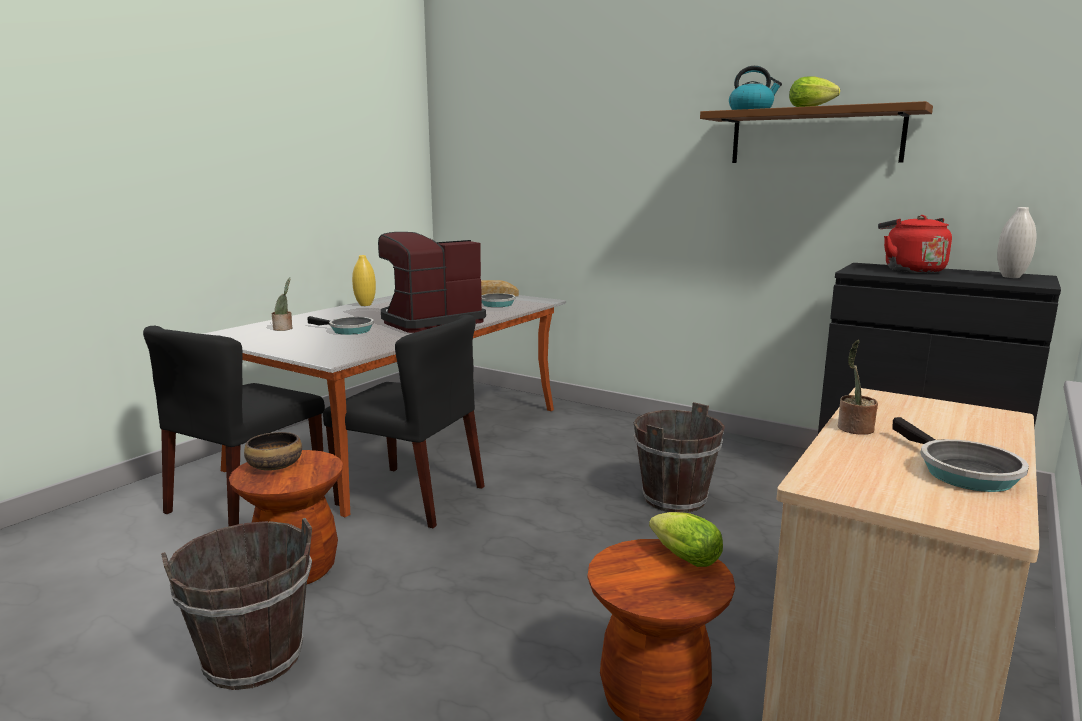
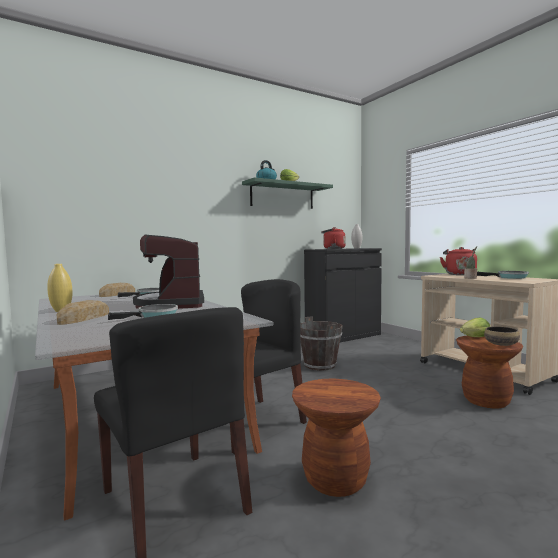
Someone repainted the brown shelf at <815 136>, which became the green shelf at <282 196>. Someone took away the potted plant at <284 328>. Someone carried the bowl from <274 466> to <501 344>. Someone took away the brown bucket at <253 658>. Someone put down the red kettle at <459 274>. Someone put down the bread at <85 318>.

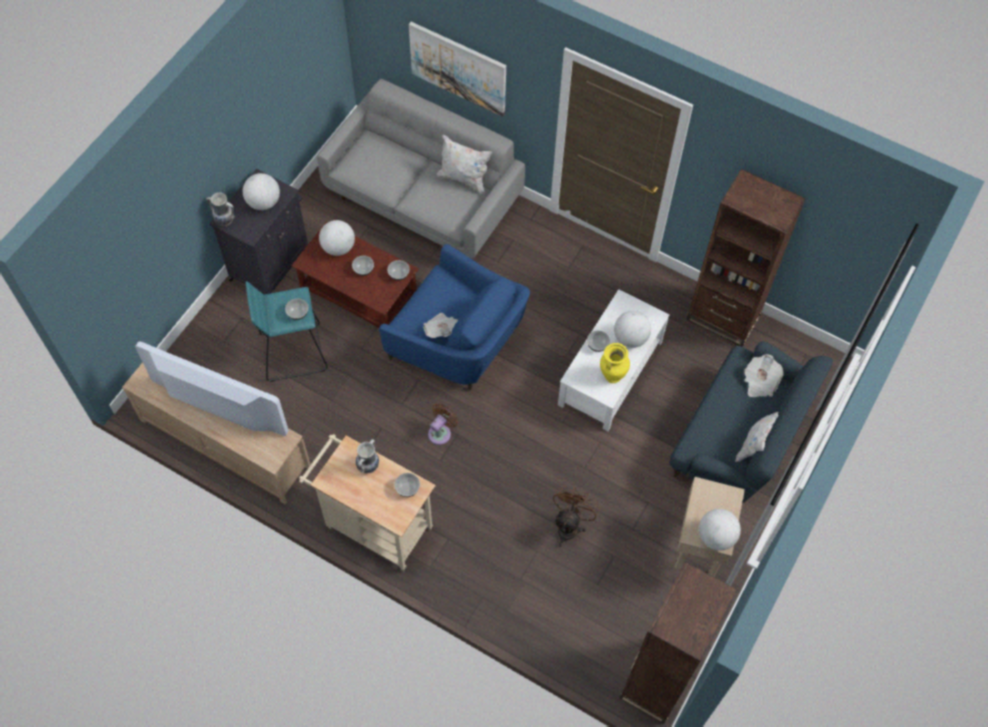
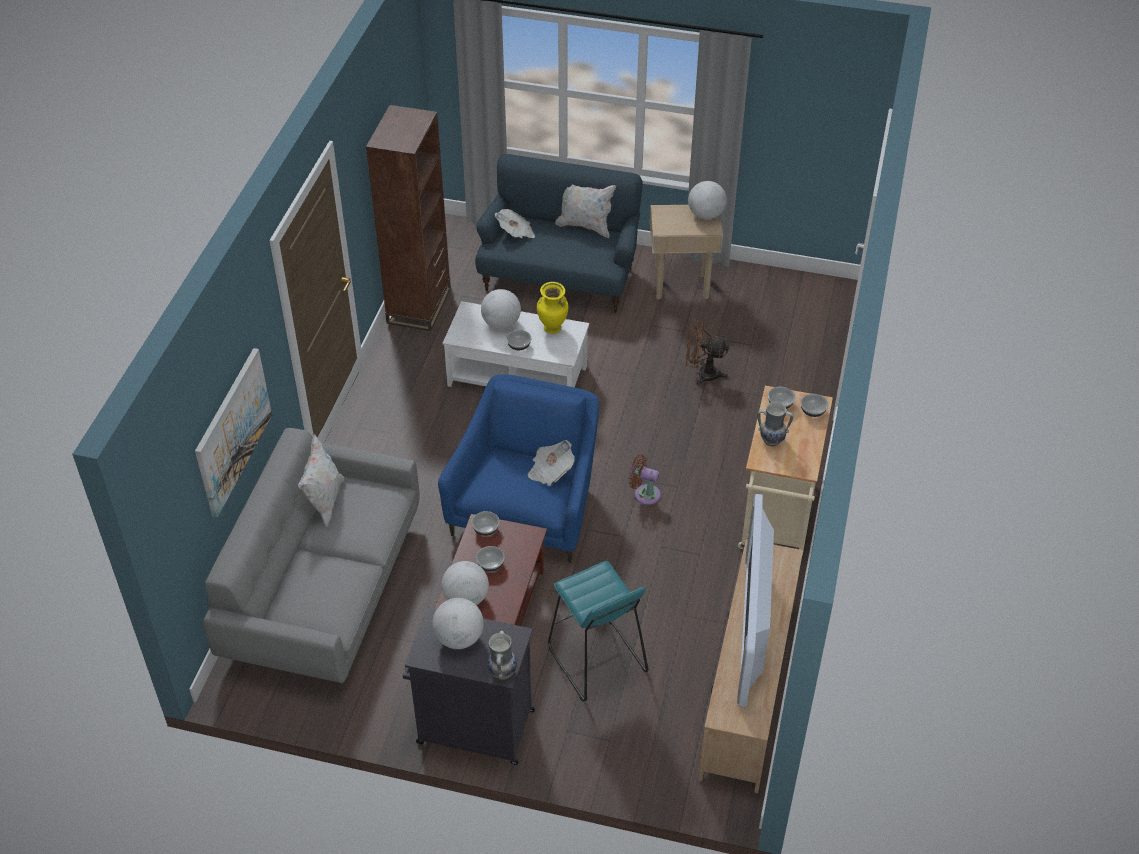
Someone carried the bowl from <297 313> to <813 412>. Someone took away the brown bookcase at <657 680>.

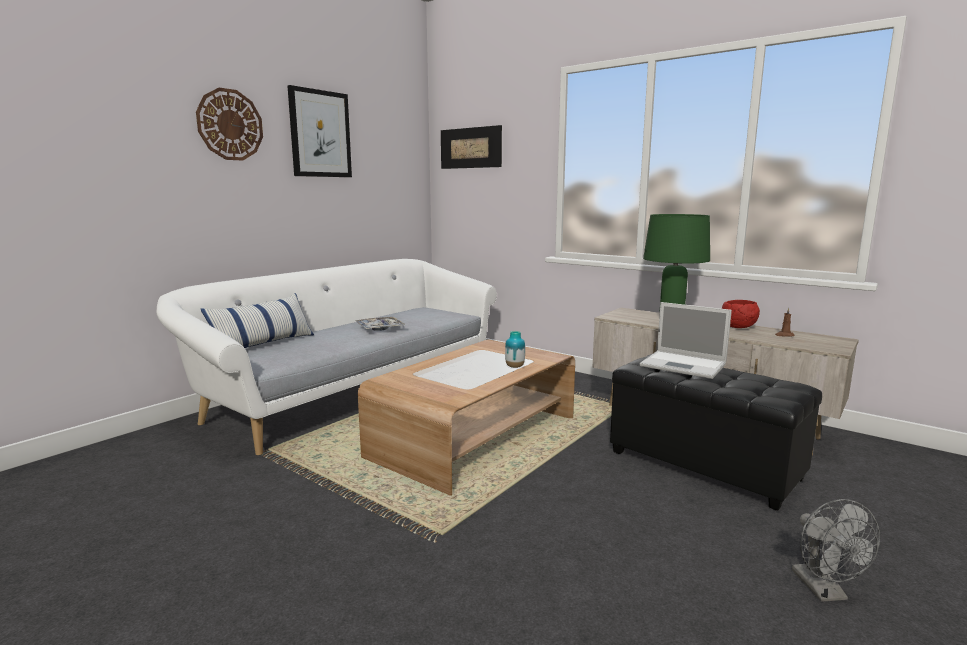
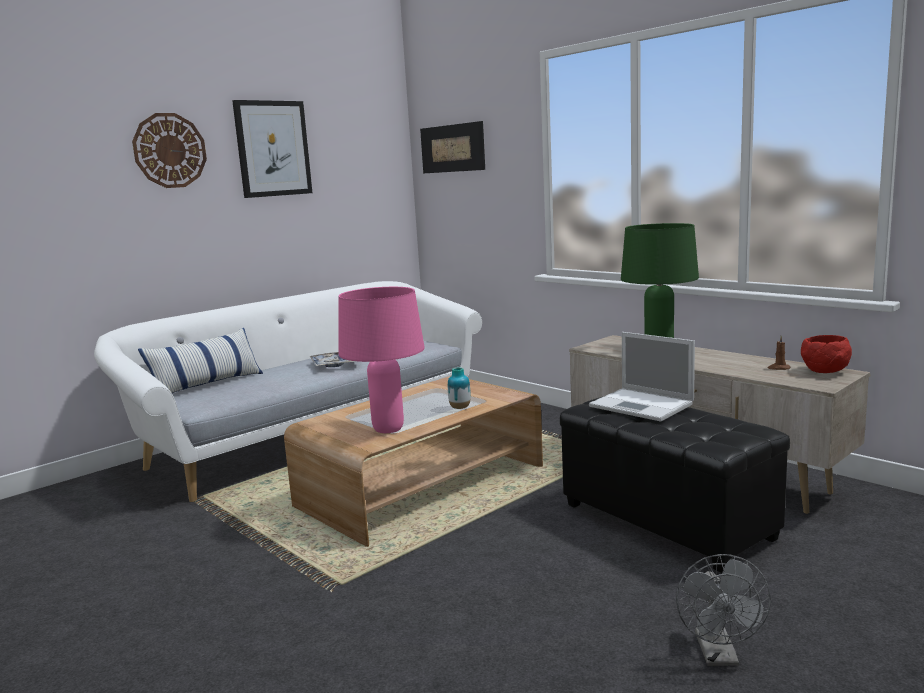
Someone carried the red bowl from <738 327> to <825 371>. Someone put down the pink table lamp at <389 429>.

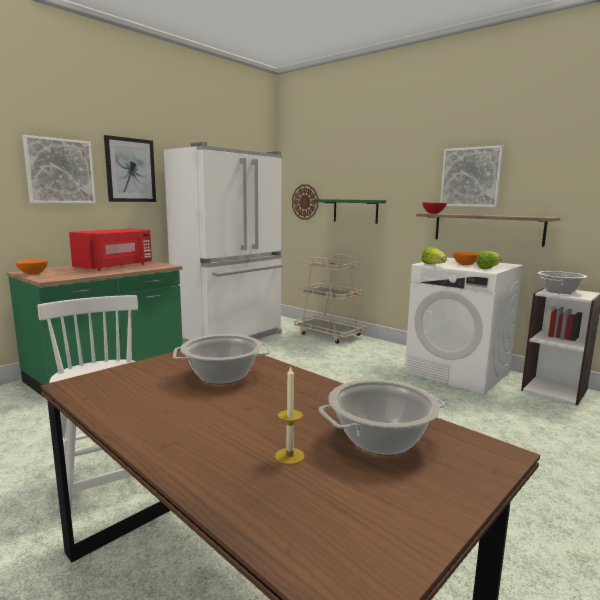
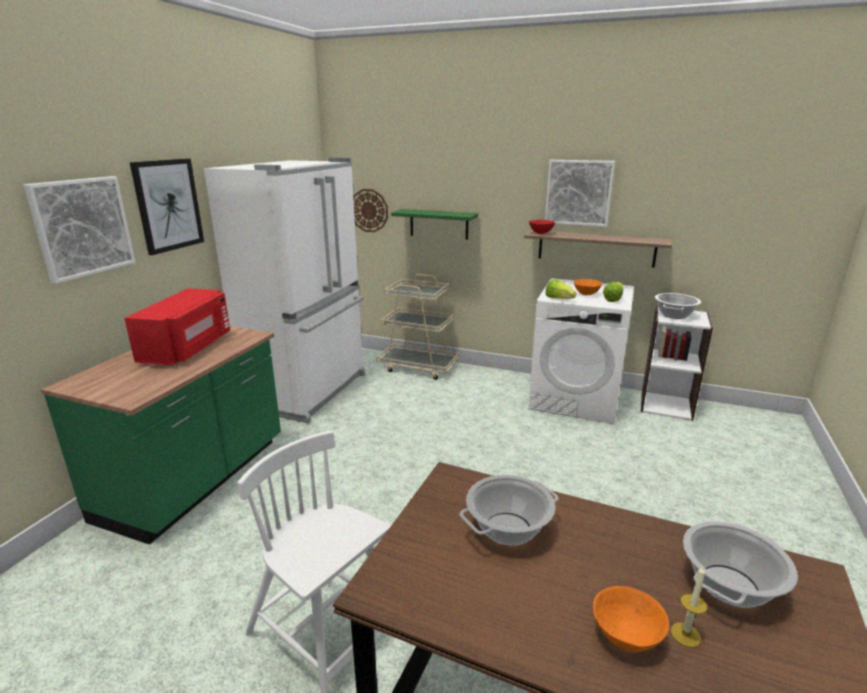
Someone carried the orange bowl from <33 274> to <625 636>.

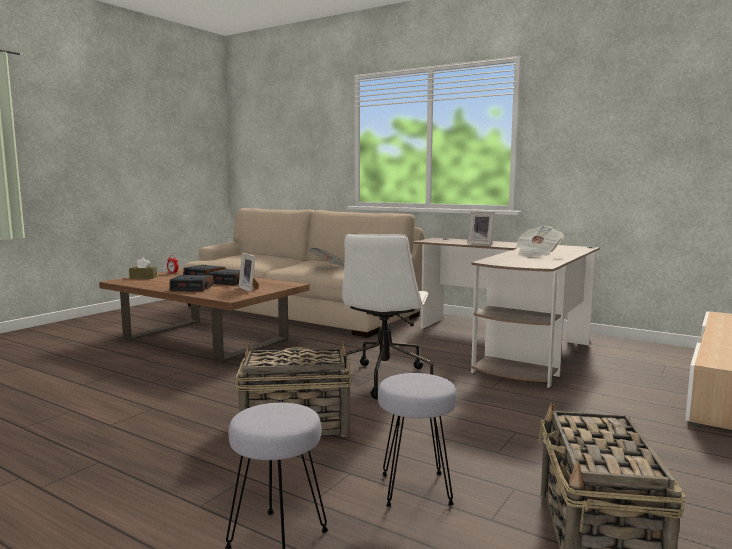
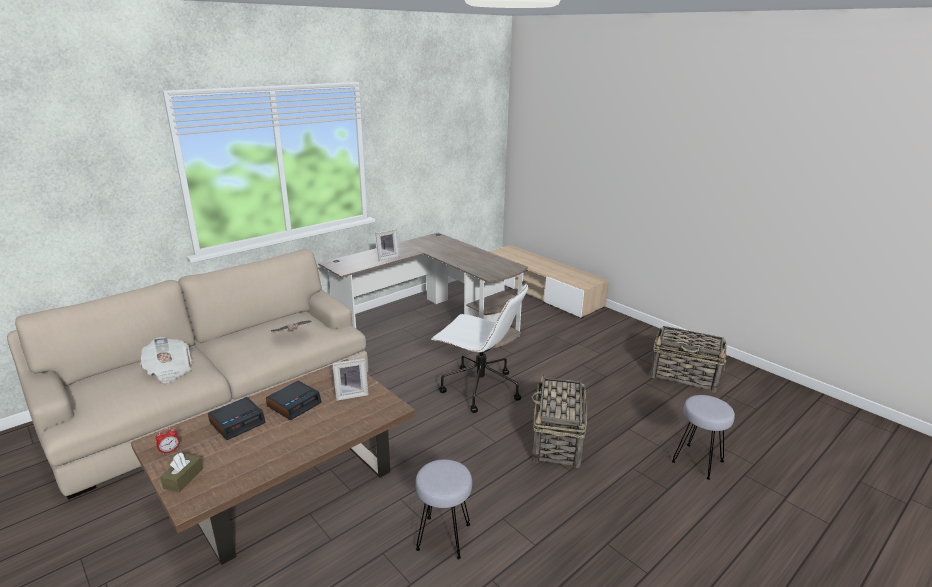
Someone carried the newspaper from <536 255> to <169 371>. Someone took away the alarm clock at <192 288>. Someone carried the grey stool from <415 490> to <444 537>.

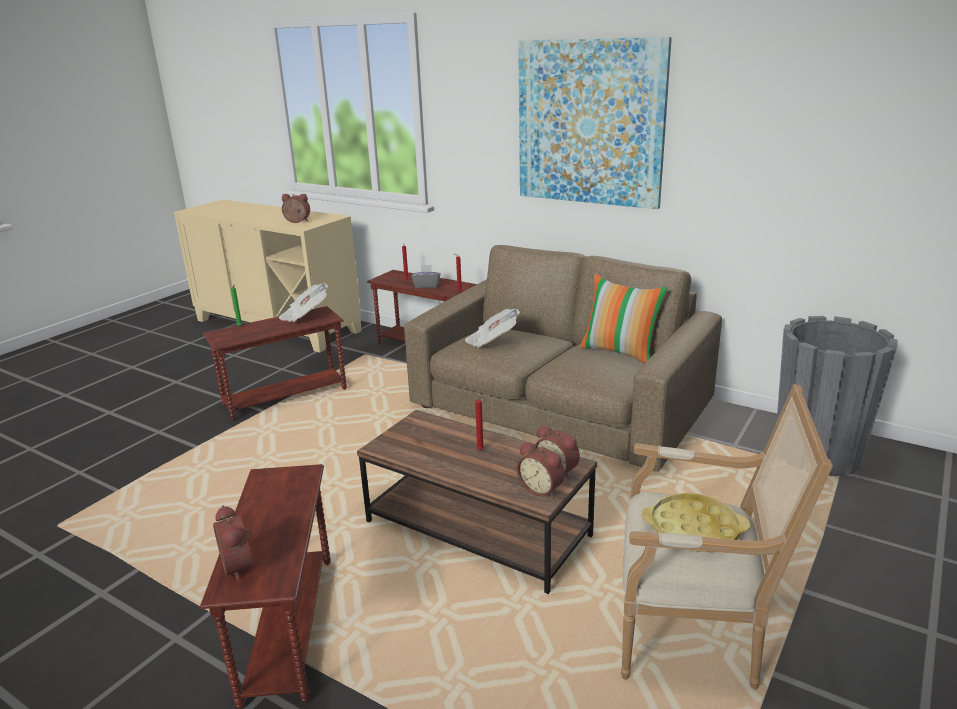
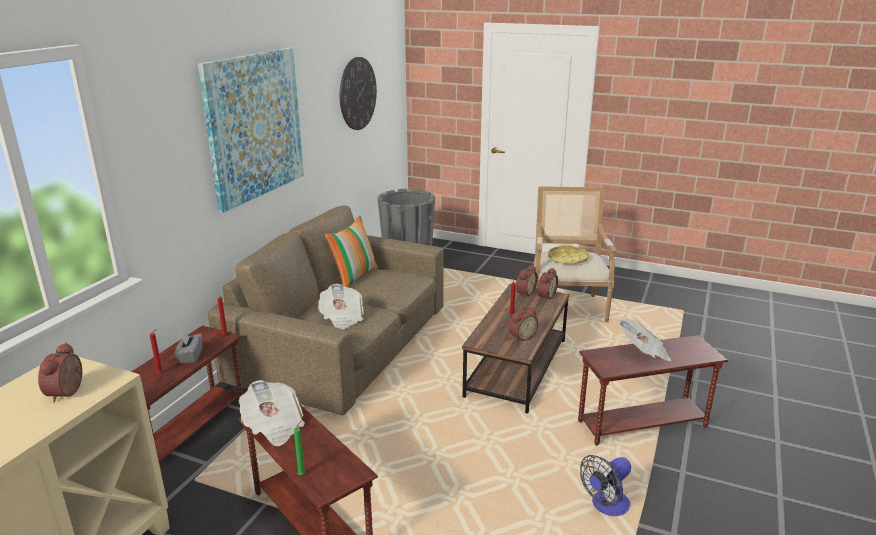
Someone carried the alarm clock from <241 565> to <521 337>. Someone put up the wall clock at <357 93>. Someone put down the newspaper at <643 352>. Someone put down the fan at <606 506>.

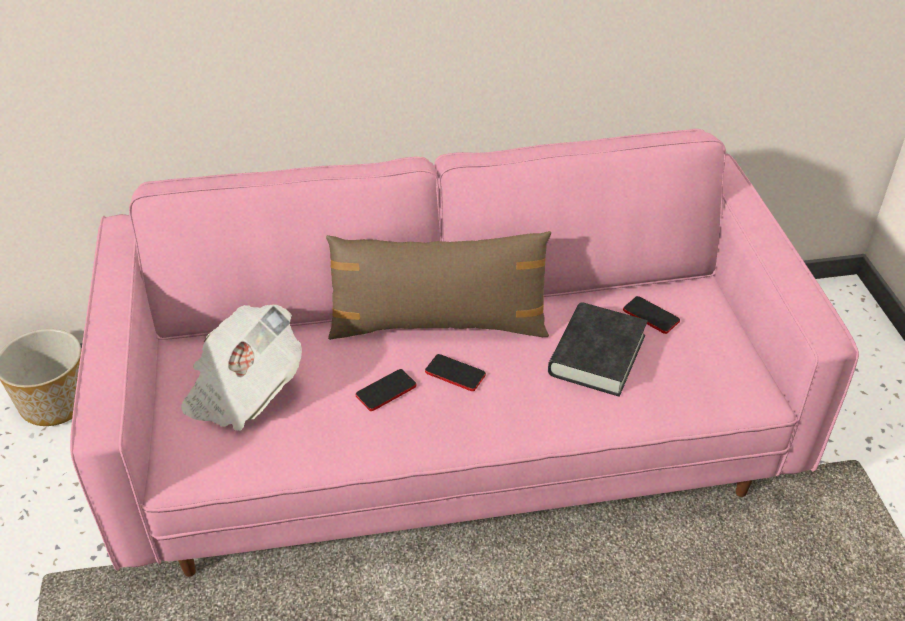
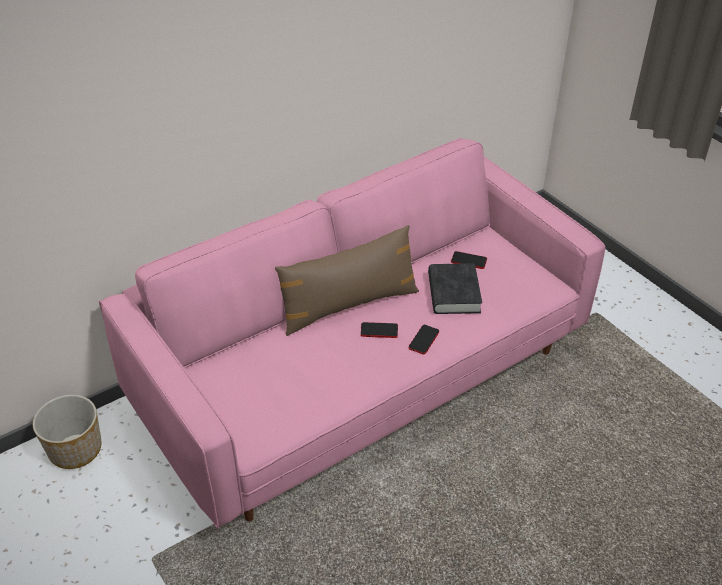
Someone took away the newspaper at <243 390>. Someone carried the phone from <386 391> to <424 340>.

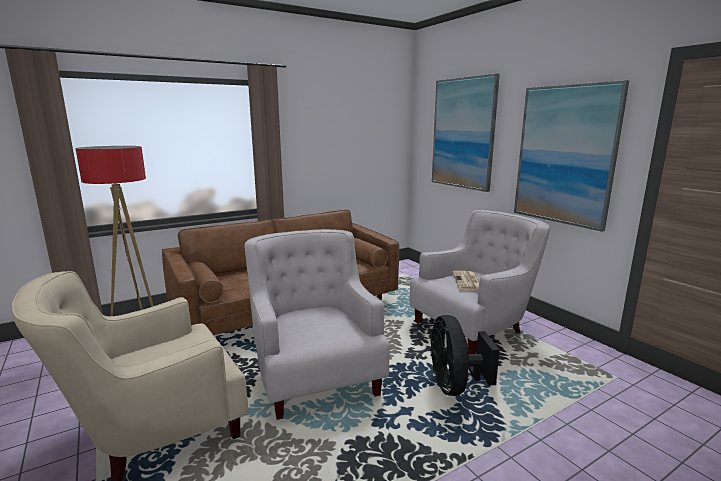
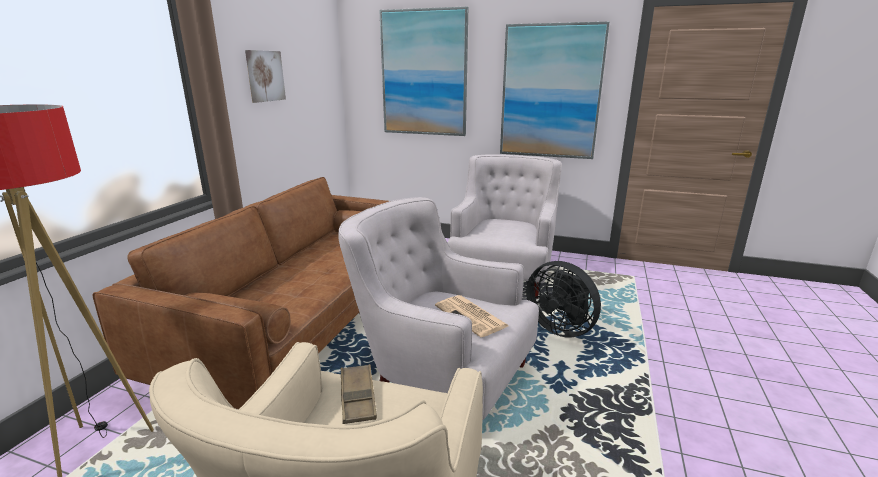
Someone carried the newspaper from <468 281> to <472 316>. Someone put up the picture at <264 76>. Someone put down the brown tray at <358 397>.

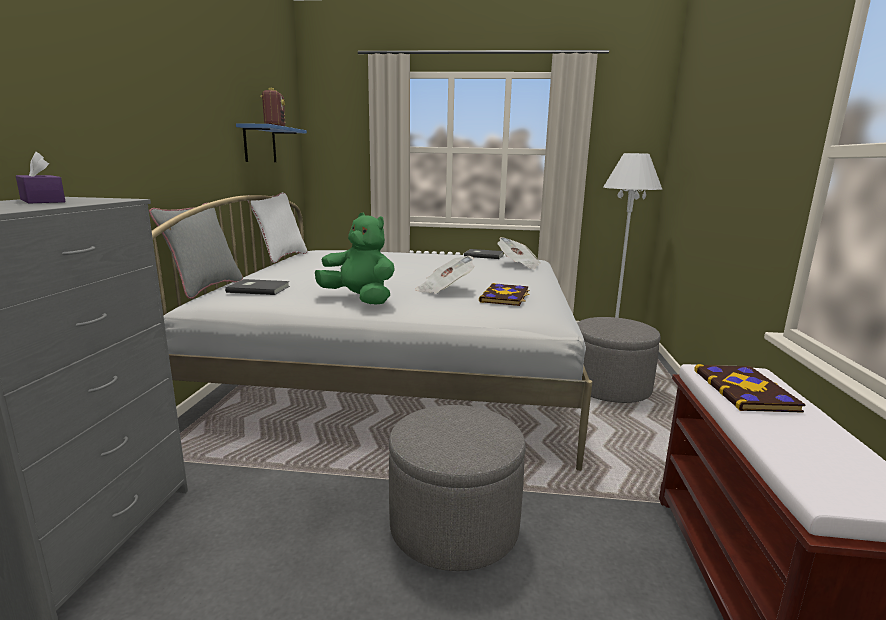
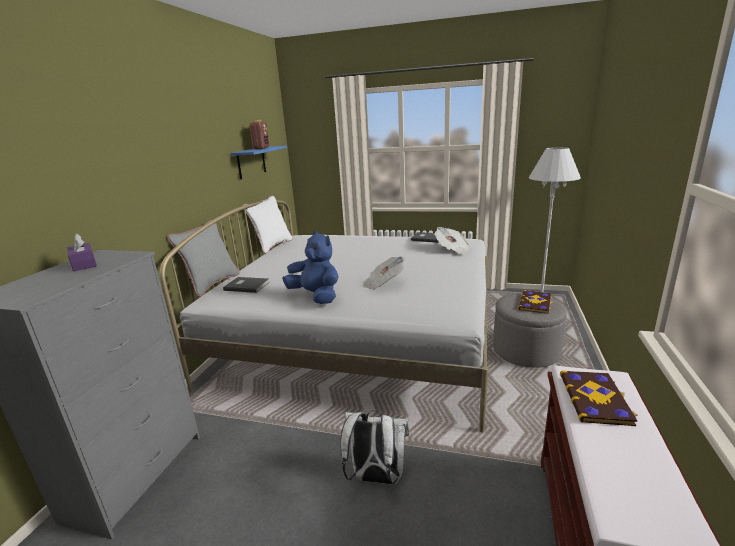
Someone repainted the green plush toy at <359 299>, which became the blue plush toy at <316 296>. Someone carried the book from <505 296> to <535 303>. Someone swapped the grey ottoman at <454 526> for the white backpack at <376 477>.

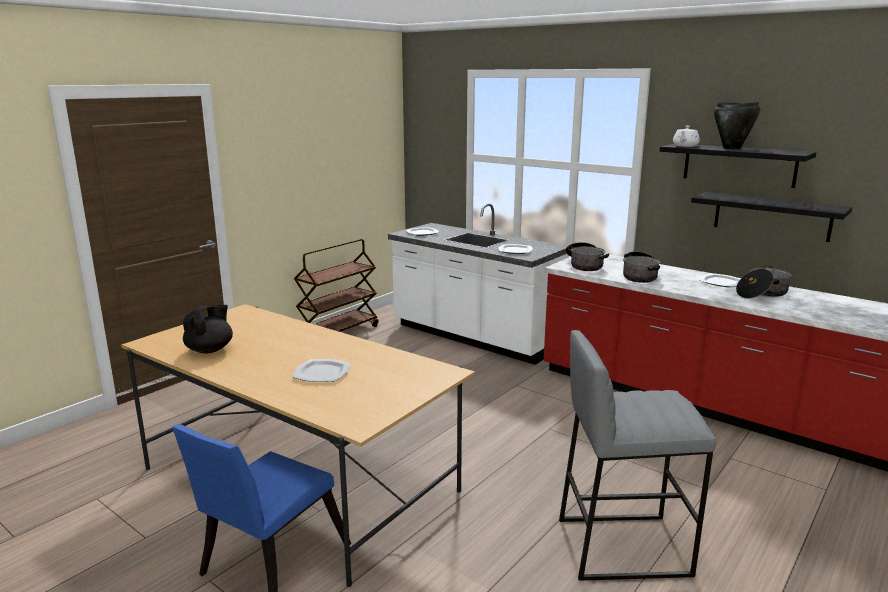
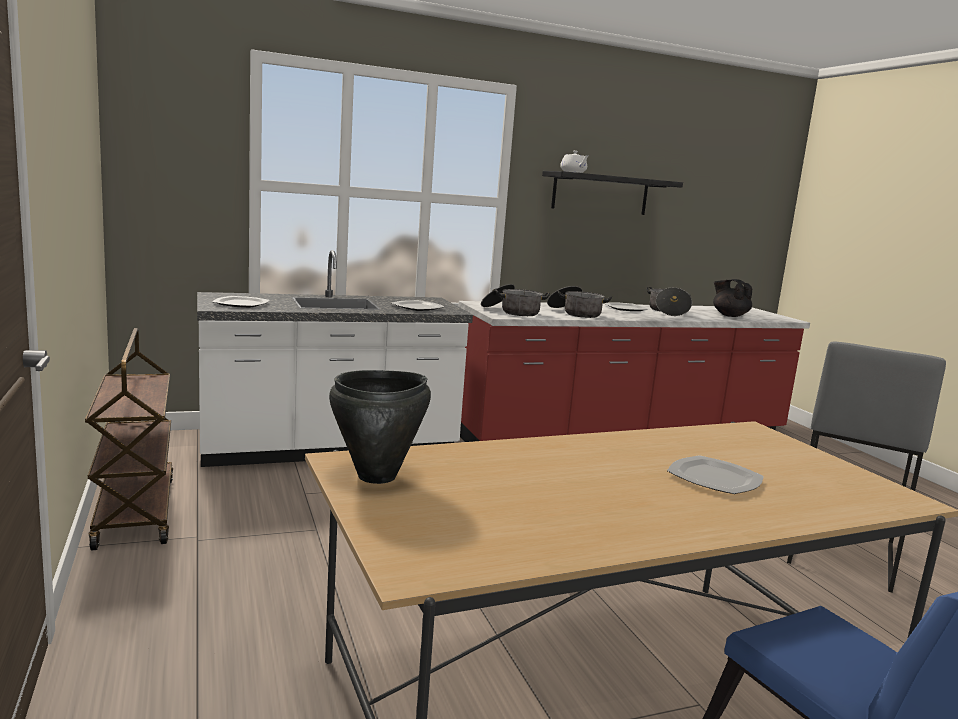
Someone carried the black cooking pot from <732 148> to <377 476>. Someone took away the black shelf at <771 216>. Someone carried the black teapot from <210 350> to <729 315>.

